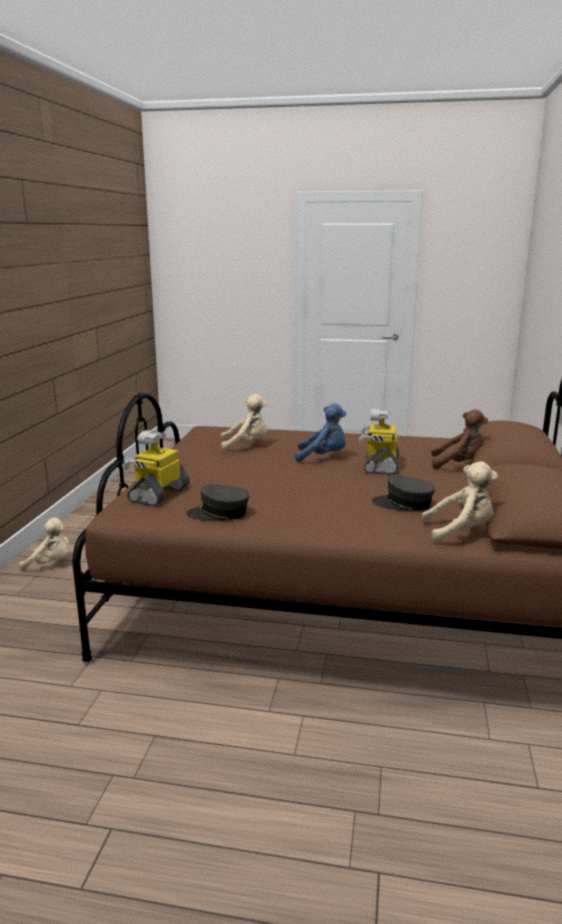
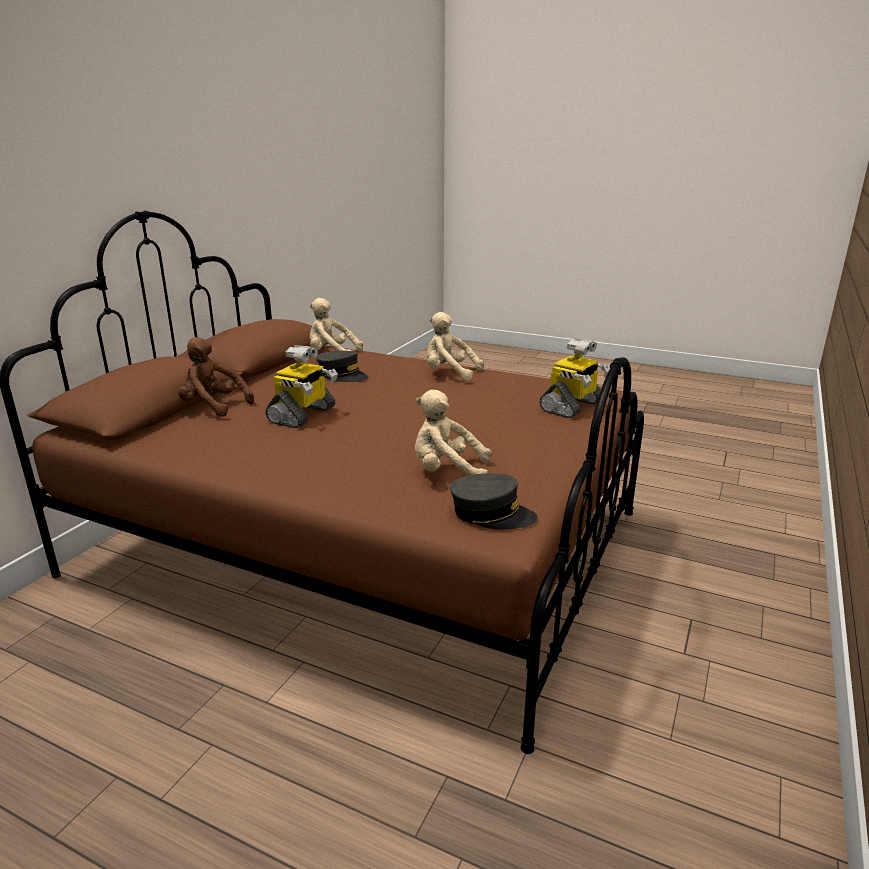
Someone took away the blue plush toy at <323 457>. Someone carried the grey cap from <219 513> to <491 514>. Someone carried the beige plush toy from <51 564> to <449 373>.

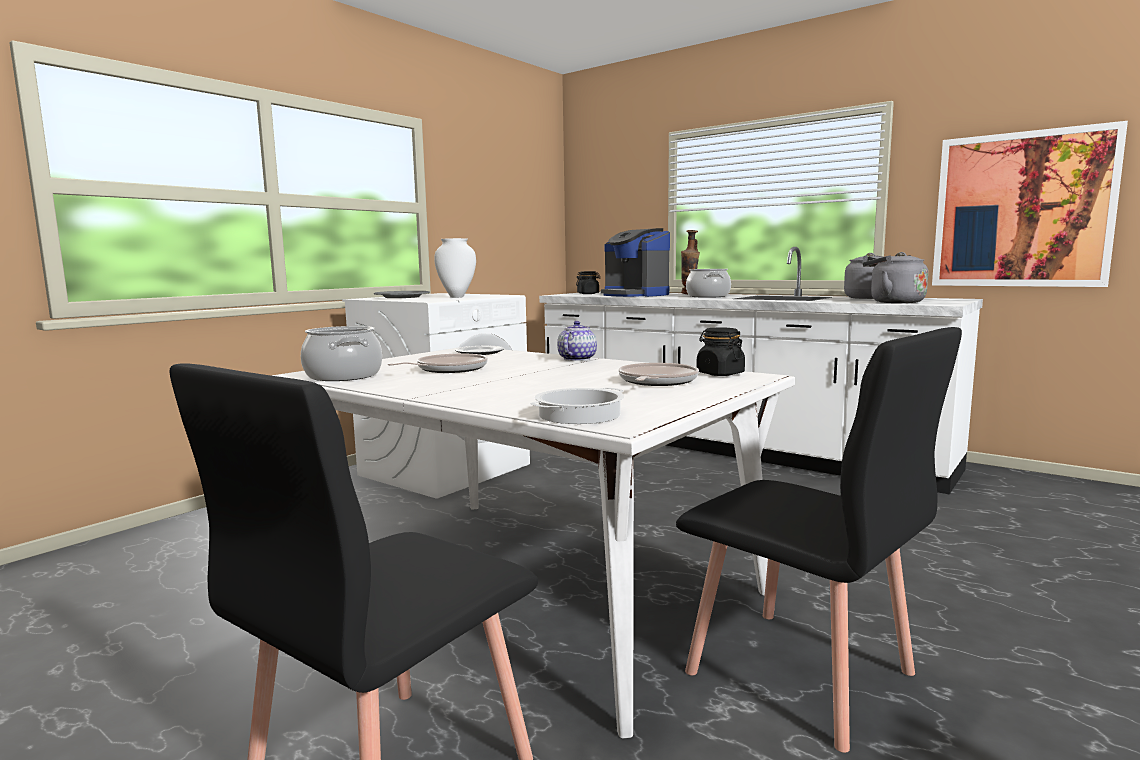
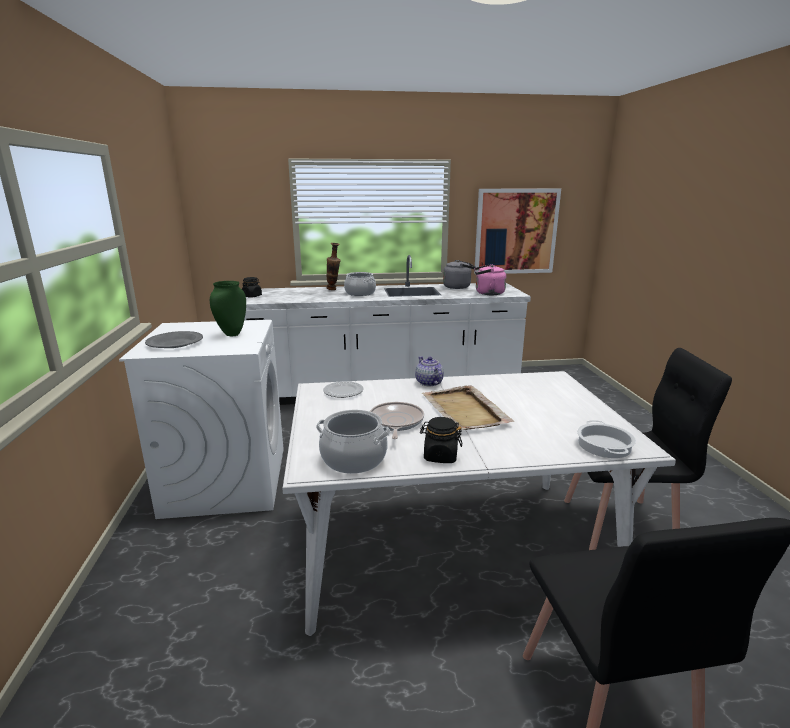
Someone took away the coffee machine at <635 295>. Someone repainted the white vase at <456 297>, which became the green vase at <232 334>. Someone repainted the grey kettle at <893 302>, which became the pink kettle at <487 293>. Someone carried the black jar from <720 374> to <440 456>. Someone took away the frying pan at <656 382>. Someone put down the beige tray at <465 411>.

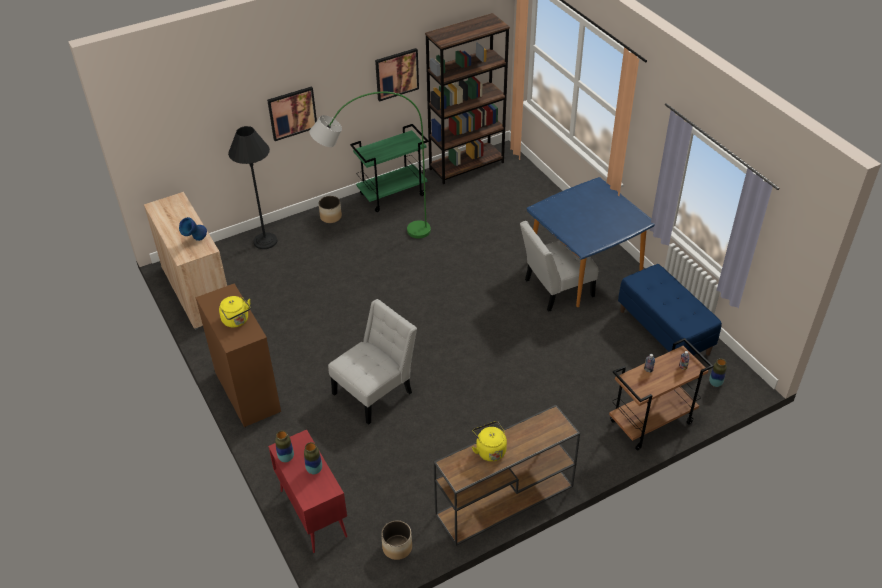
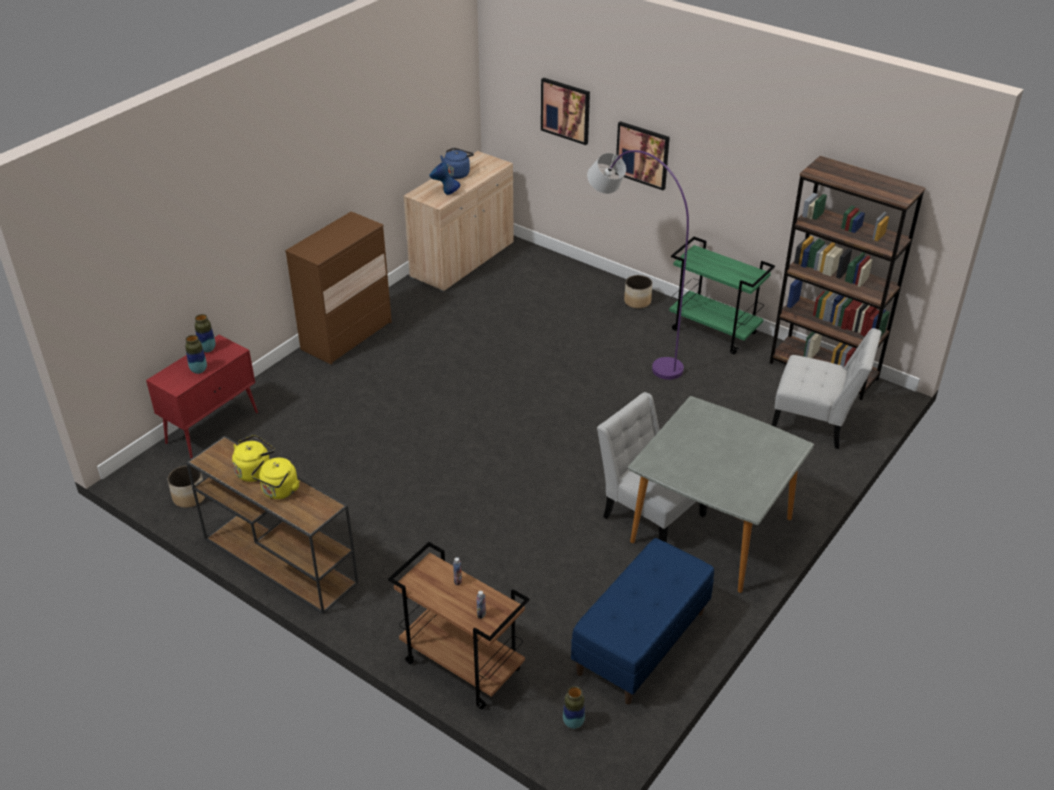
Someone carried the picture from <396 74> to <565 110>. Someone repainted the green floor lamp at <374 237>, which became the purple floor lamp at <629 342>. Someone took away the black floor lamp at <265 241>. Someone repainted the blue dining table at <584 268>, which became the grey dining table at <711 530>. Someone carried the yellow kettle from <237 321> to <279 491>. Someone carried the white chair from <376 391> to <816 422>. Someone put down the blue kettle at <457 173>.

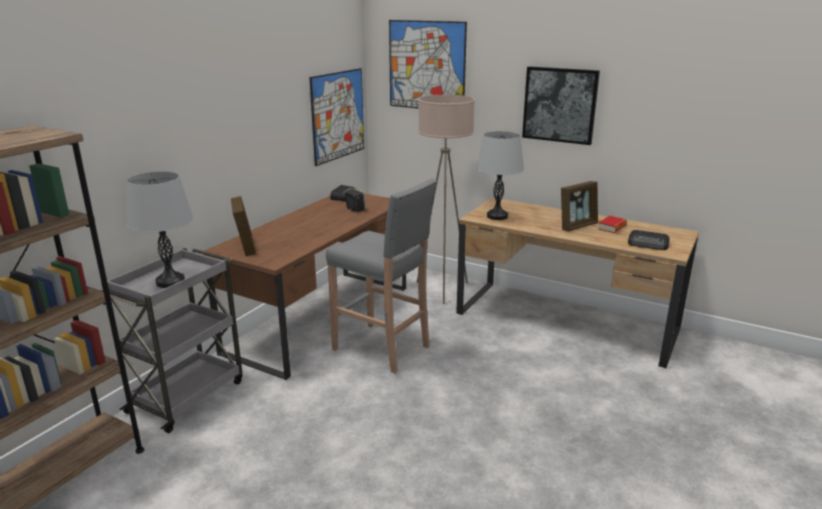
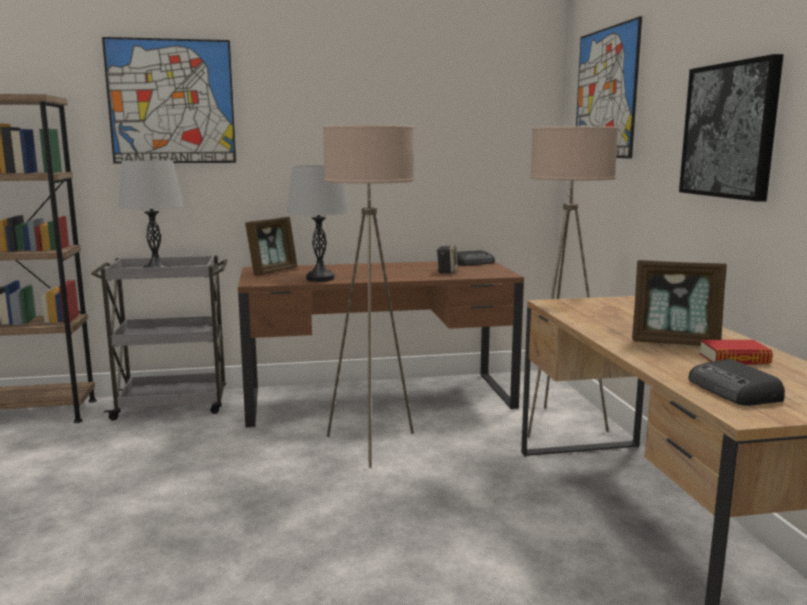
Someone carried the picture from <338 115> to <171 102>. Someone carried the grey table lamp from <497 216> to <320 278>. Someone swapped the grey stool at <383 348> for the beige floor lamp at <371 445>.

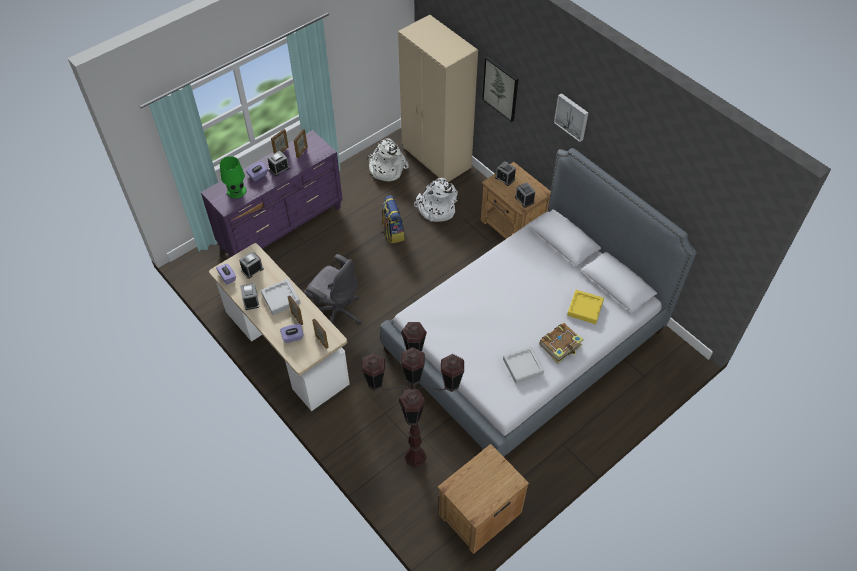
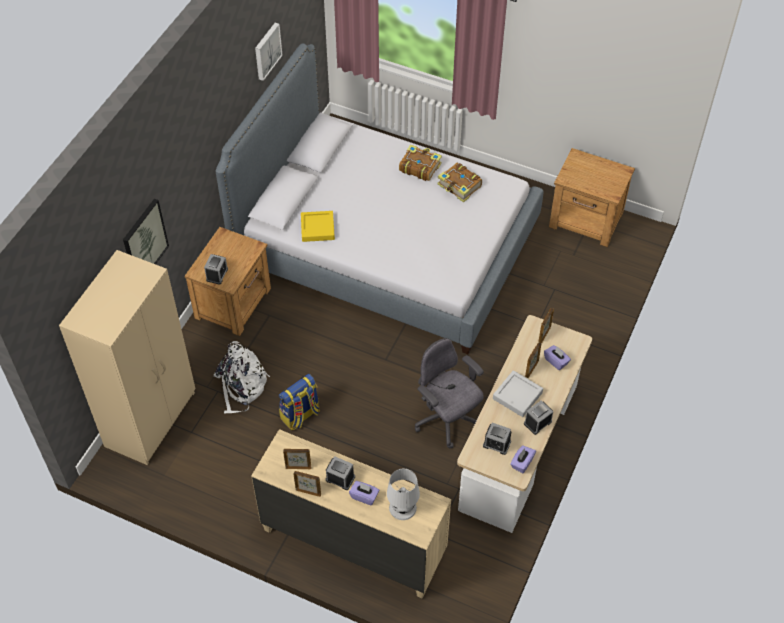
Someone carried the picture from <572 116> to <266 51>. Someone repainted the purple dresser at <282 227>, which became the beige dresser at <353 541>. Someone took away the white backpack at <386 168>. Someone repainted the green table lamp at <236 191>, which became the white table lamp at <403 507>. Someone took away the alarm clock at <524 199>. Someone rotated the grey office chair at <336 313> by 45 degrees counterclockwise. Someone carried the yellow tray from <585 308> to <317 228>. Someone took away the brown floor lamp at <415 457>. Someone swapped the grey tray at <523 366> for the book at <459 186>.

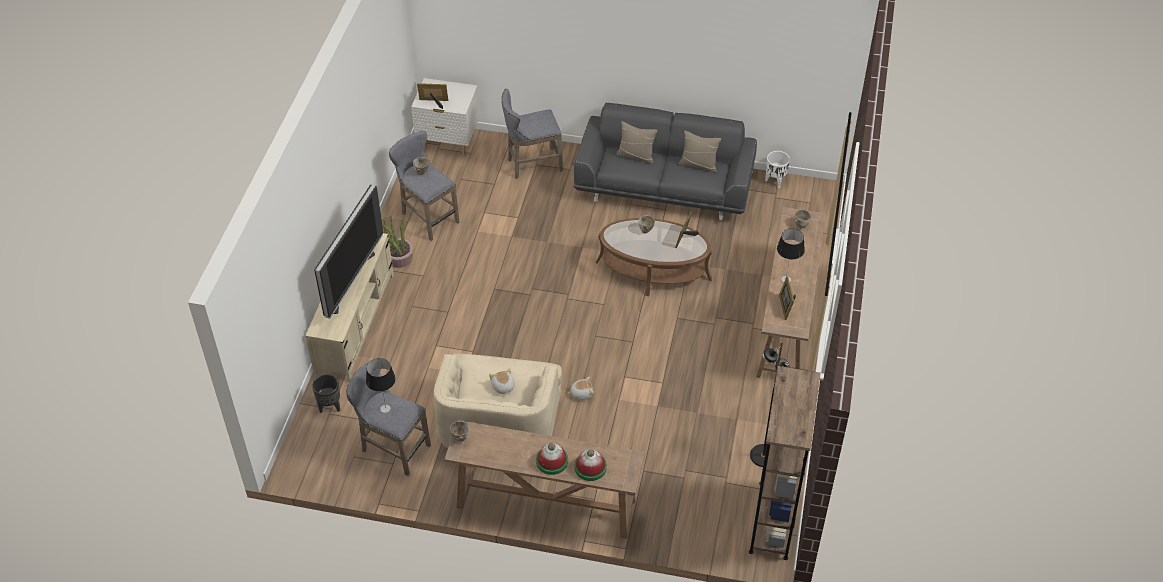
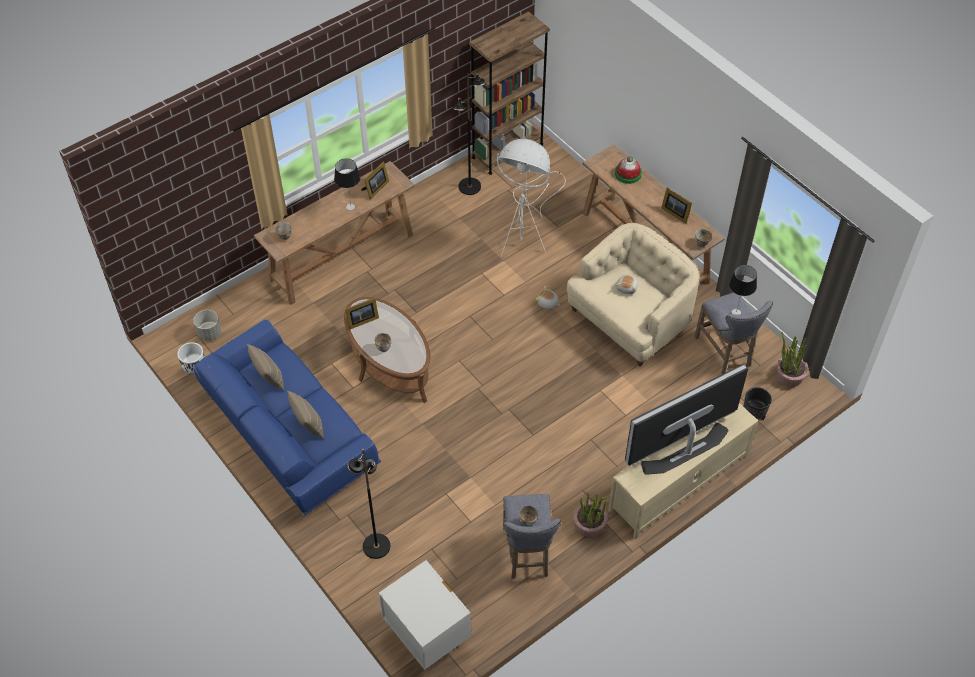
Someone carried the picture frame from <434 102> to <675 212>. Someone swapped the grey stool at <531 165> for the black floor lamp at <375 546>. Someone repainted the grey sofa at <665 186>, which became the blue sofa at <288 434>. Someone took away the hat at <552 461>. Someone put down the white floor lamp at <527 229>. Someone put down the grey planter at <209 333>. Someone put down the potted plant at <789 375>.

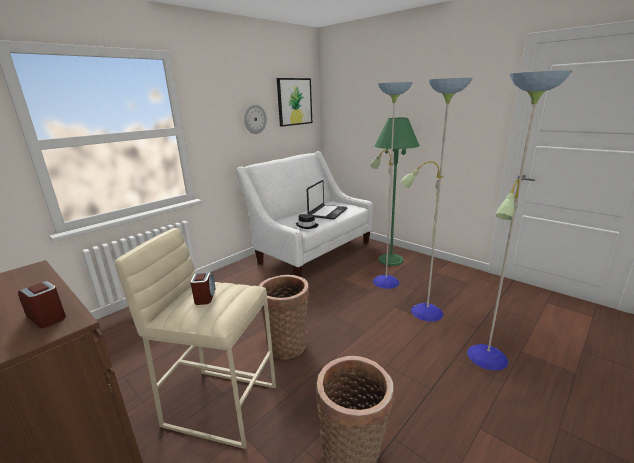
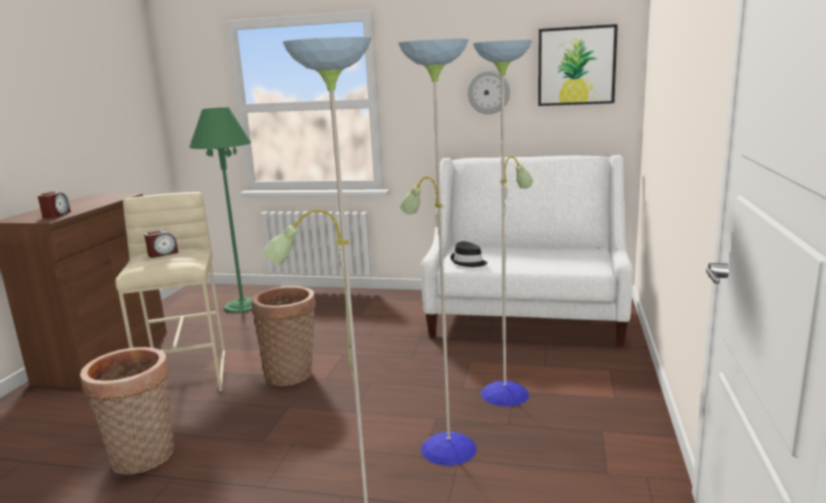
Someone carried the green floor lamp from <390 260> to <242 306>. Someone took away the laptop at <327 212>.

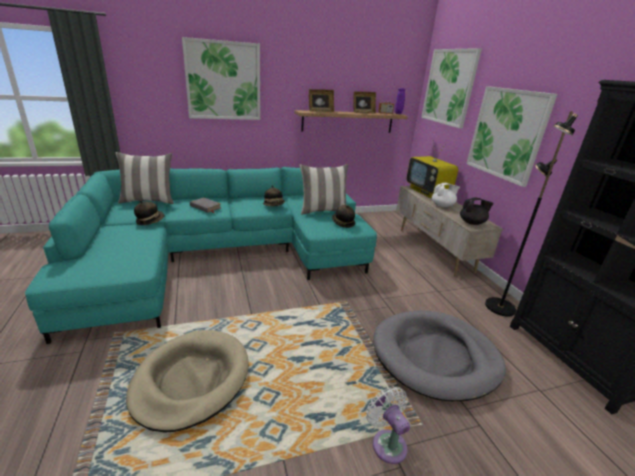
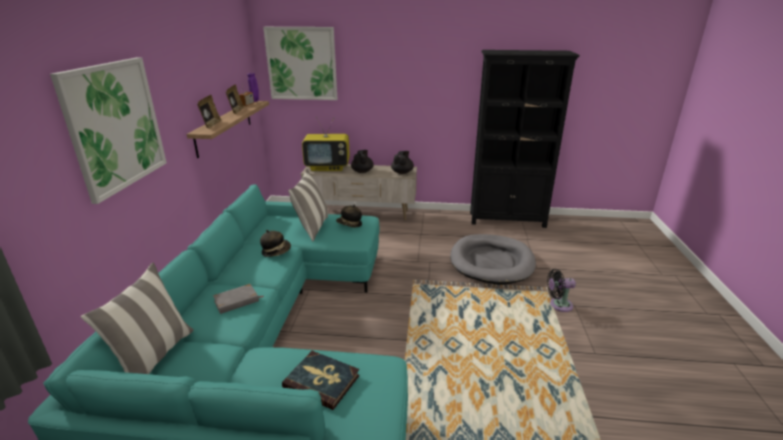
Someone took away the picture at <506 134>. Someone took away the black floor lamp at <499 307>. Someone repainted the white teapot at <442 205>, which became the black teapot at <362 171>. Someone took away the hat at <150 221>. Someone took away the beige dog bed at <191 380>. Someone repainted the white fan at <387 442>, which became the black fan at <558 305>. Someone put down the book at <322 381>.

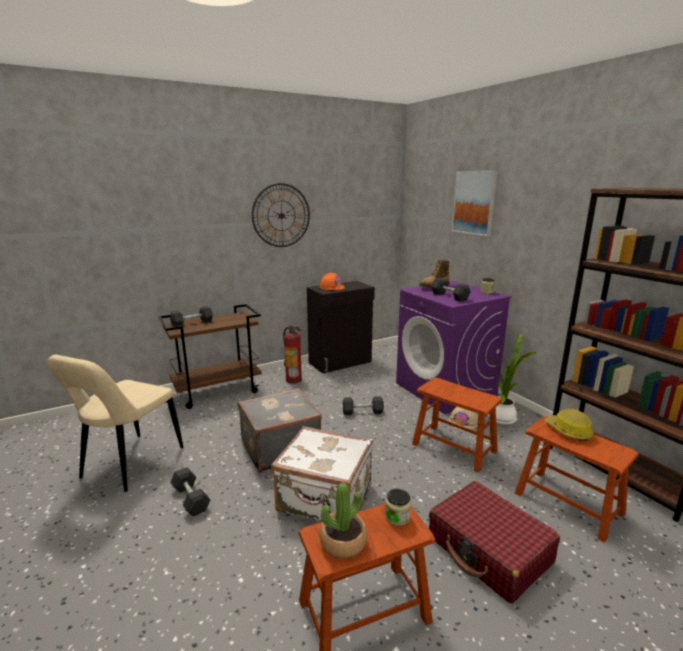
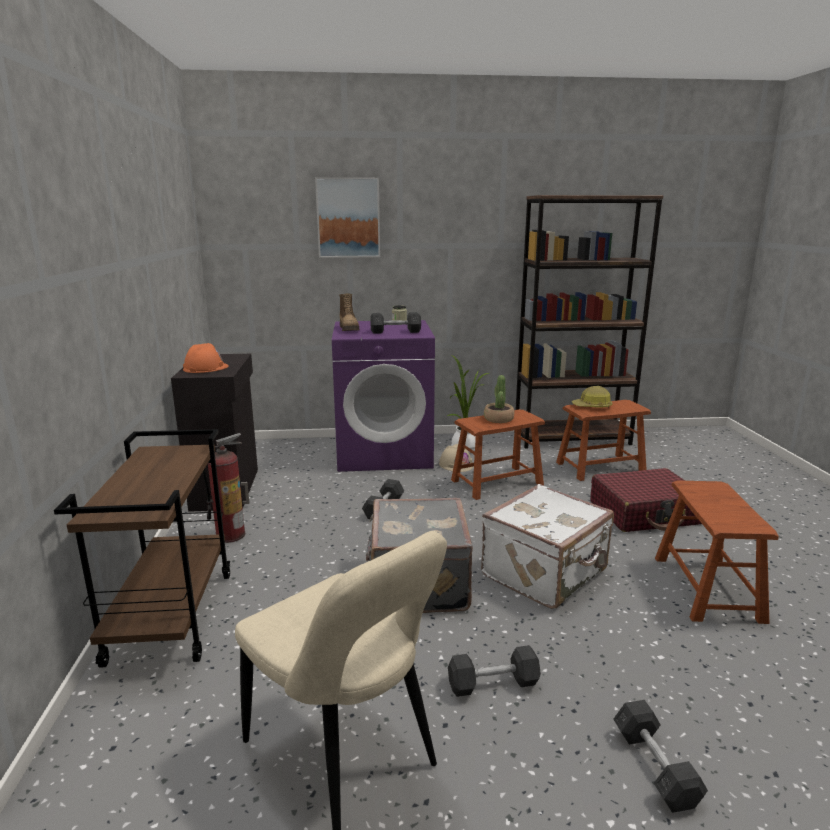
Someone took away the wall clock at <281 215>. Someone carried the grey dumbbell from <192 323> to <654 767>. Someone carried the potted plant from <343 542> to <498 419>. Someone took away the jar at <397 517>.

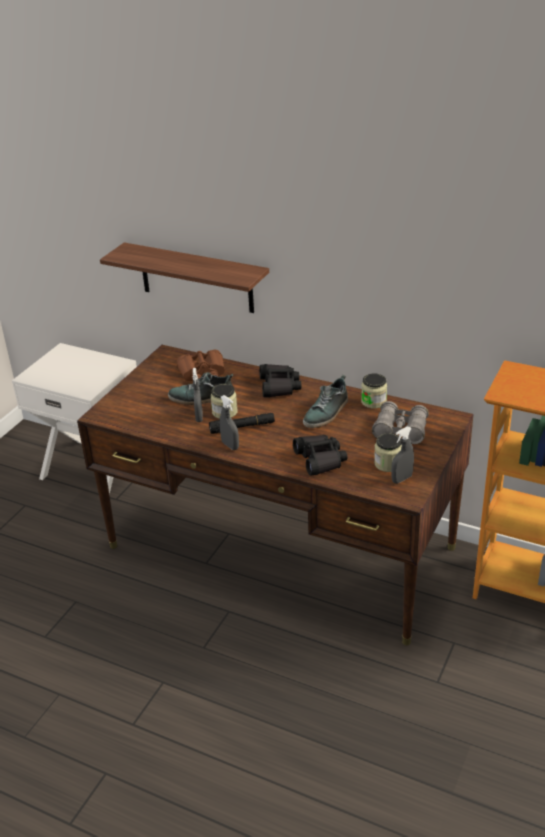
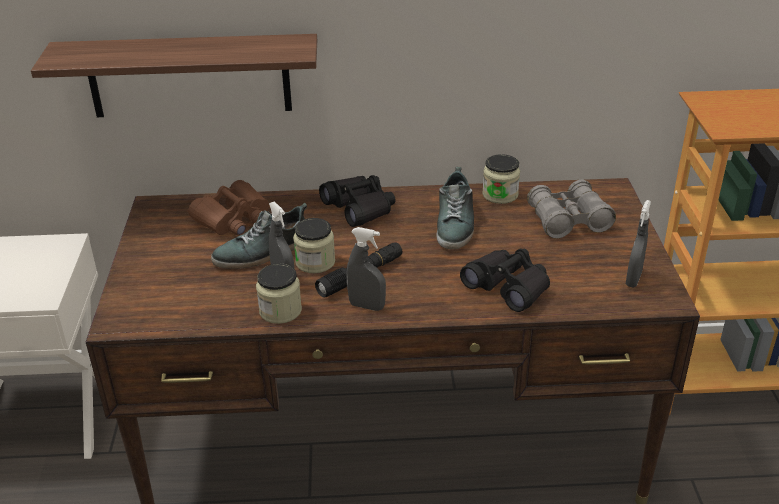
Someone carried the jar from <388 464> to <280 311>.

